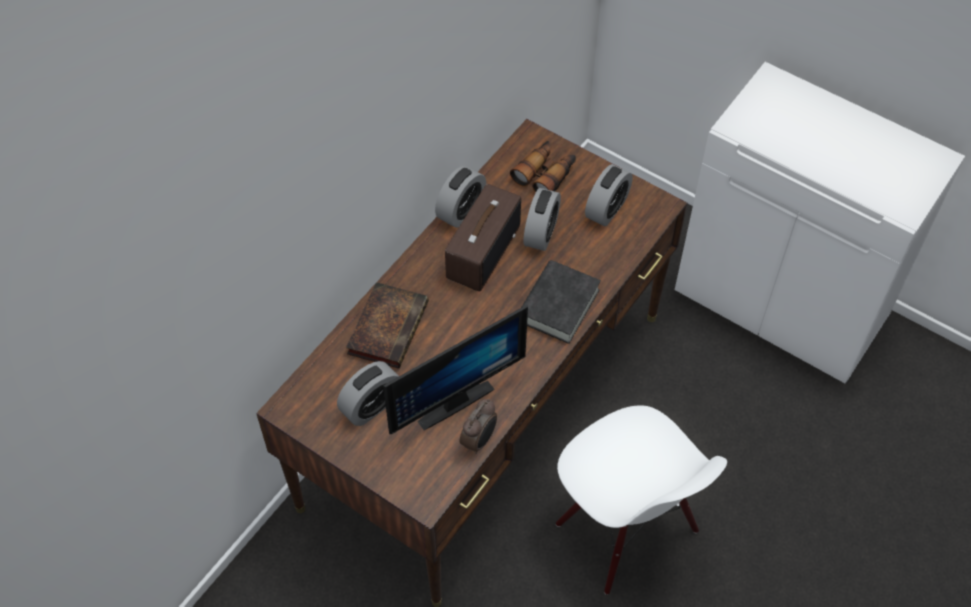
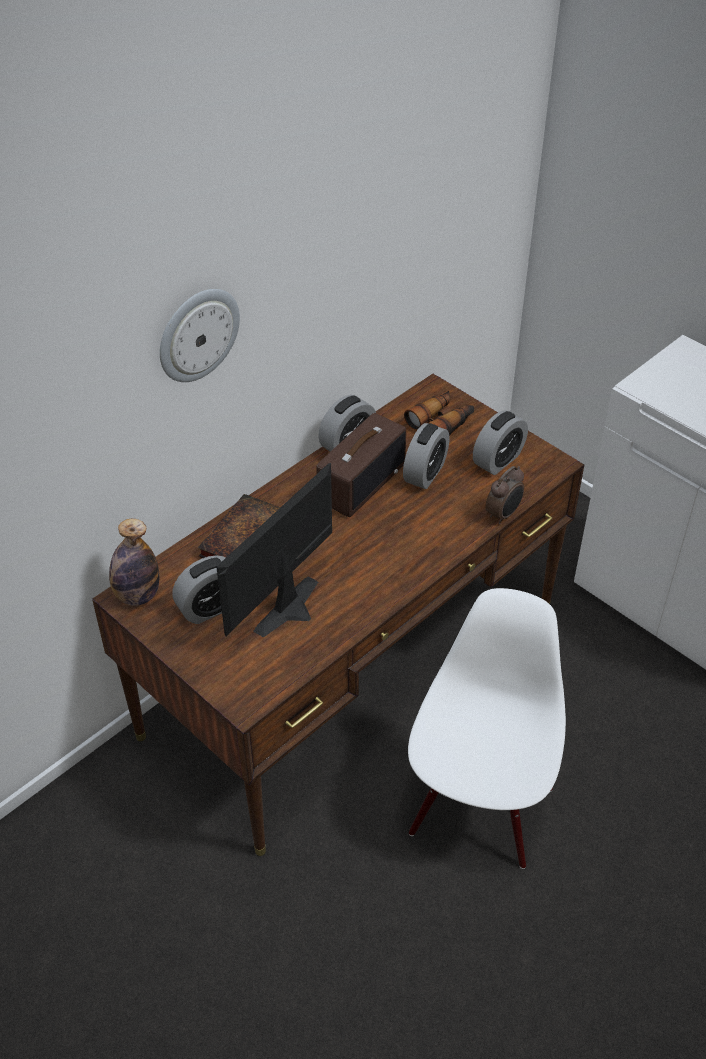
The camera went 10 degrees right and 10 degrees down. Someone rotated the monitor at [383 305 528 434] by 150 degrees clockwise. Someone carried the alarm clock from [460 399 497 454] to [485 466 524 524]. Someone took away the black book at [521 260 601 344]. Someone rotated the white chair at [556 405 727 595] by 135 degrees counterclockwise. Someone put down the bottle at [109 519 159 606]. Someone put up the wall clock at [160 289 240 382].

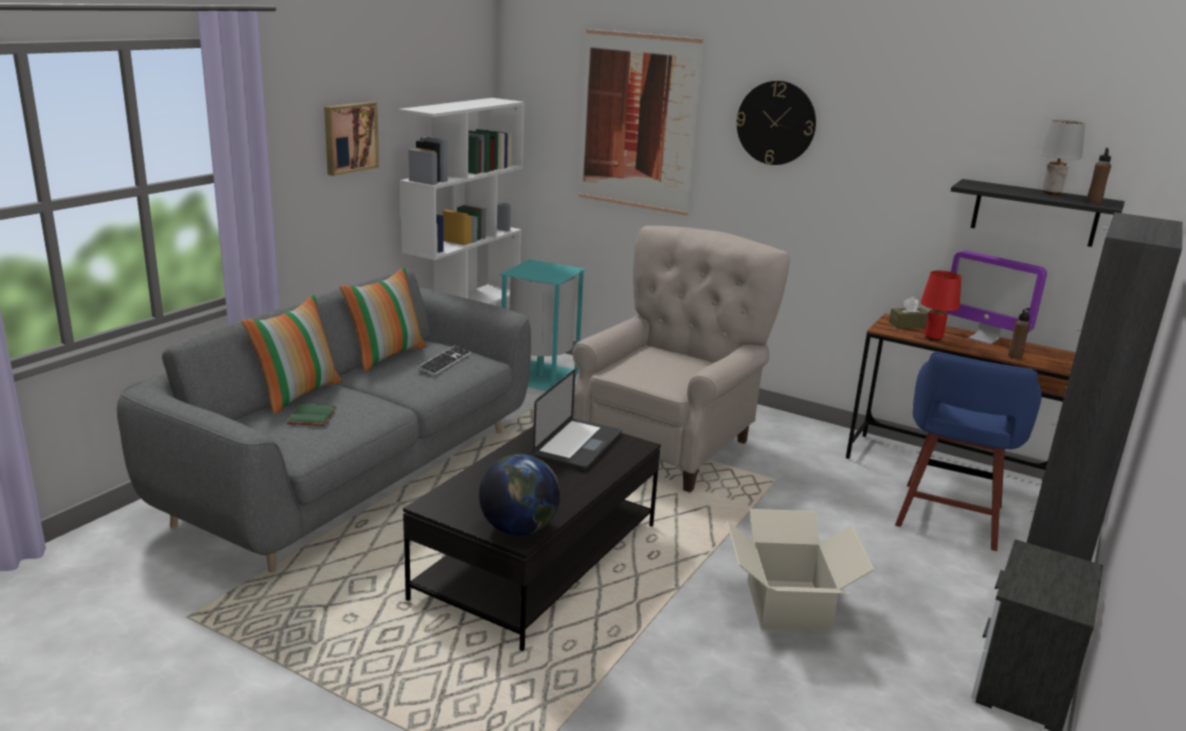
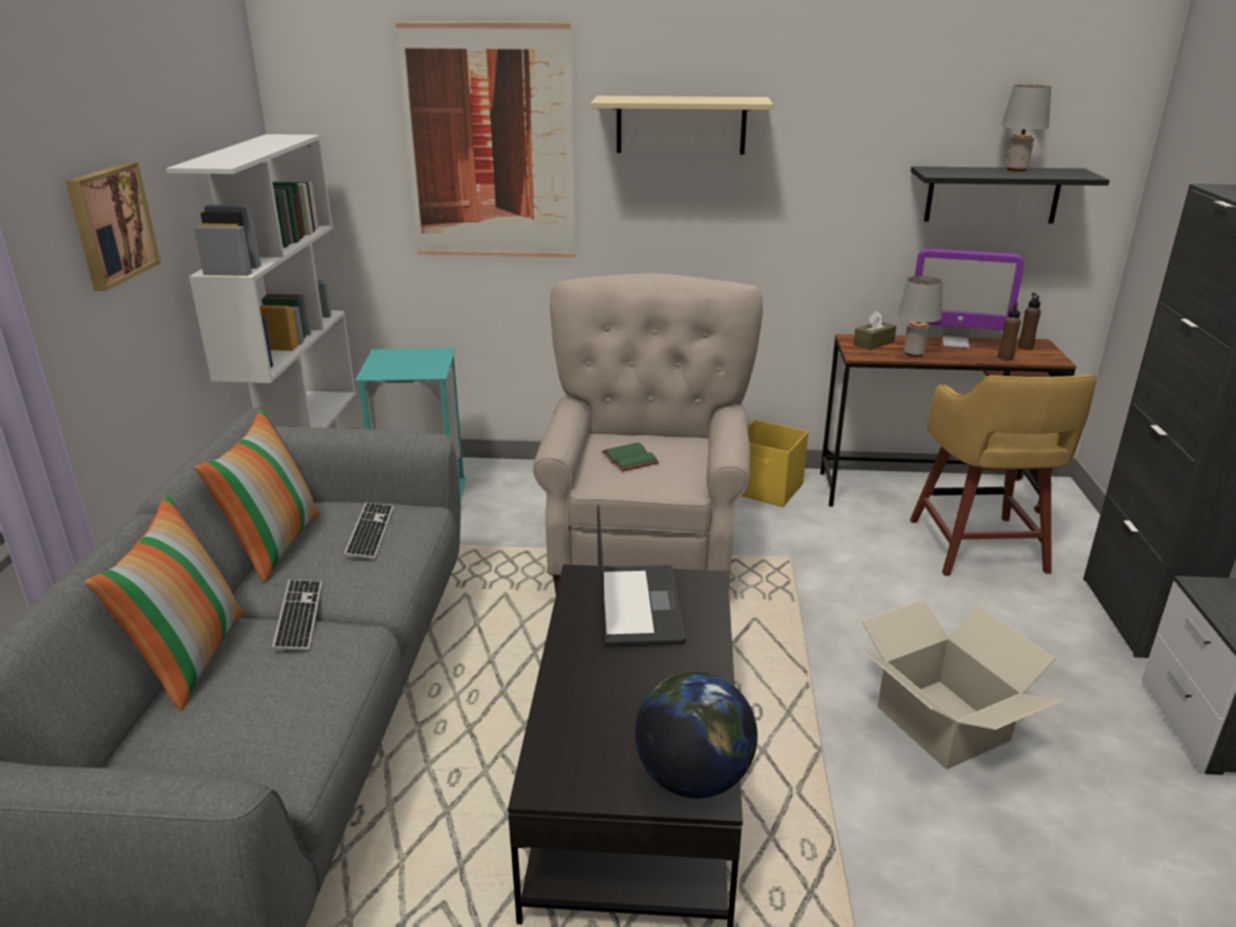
The camera went 25 degrees left and 5 degrees up. Someone carried the green book from [287 404 337 426] to [602 443 659 471]. Someone swapped the wall clock at [736 81 816 165] for the beige shelf at [591 96 773 154]. Someone repainted the blue stool at [895 352 1042 551], which became the yellow stool at [910 374 1097 576]. Someone repainted the red table lamp at [921 271 961 341], which became the grey table lamp at [898 276 943 357]. Someone carried the brown bottle from [1086 148 1111 204] to [1018 293 1041 350]. Someone put down the keyboard at [272 580 322 651]. Someone put down the yellow storage box at [742 419 808 507].

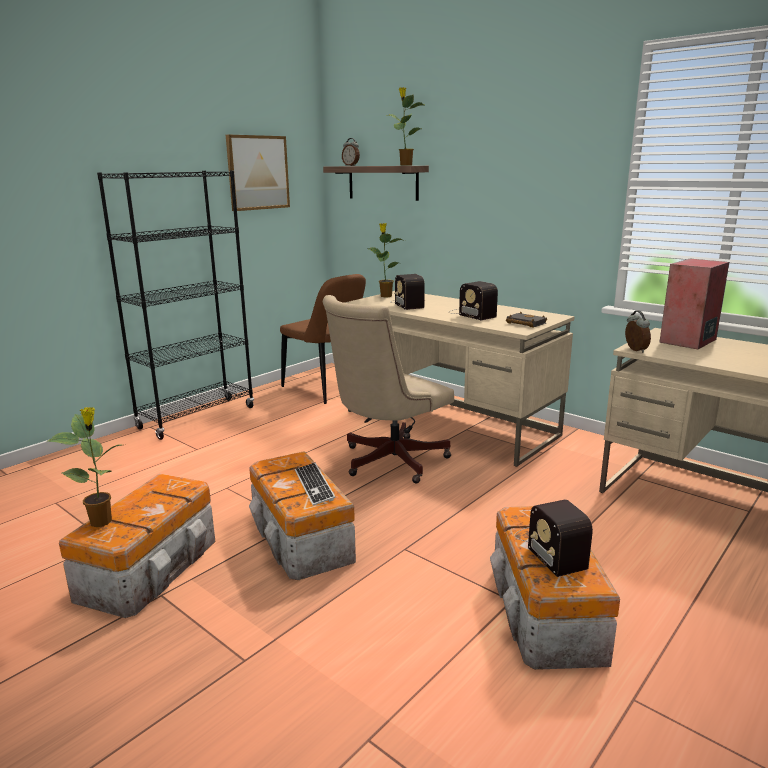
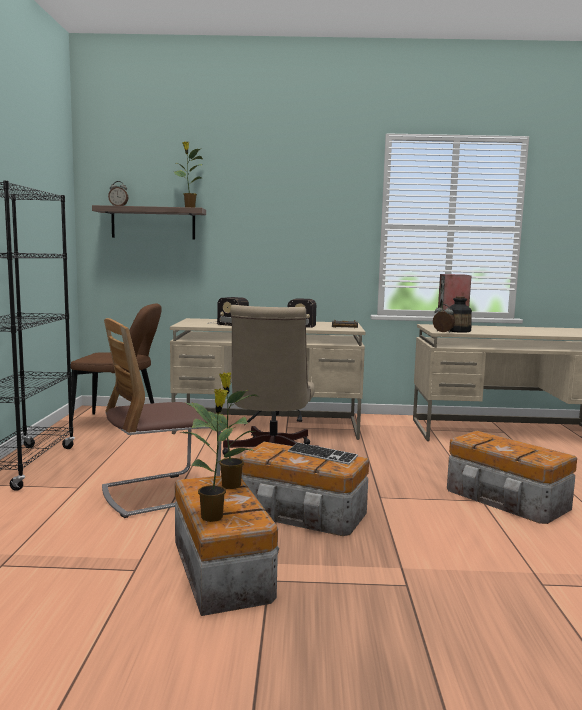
The camera went 40 degrees left and 10 degrees down. Someone took away the picture at [226 135 290 211]. Someone carried the potted plant from [368 223 405 297] to [208 372 261 489]. Someone took away the radio at [514 500 593 577]. Someone put down the chair at [102 318 221 518]. Someone put down the bottle at [449 296 472 333].

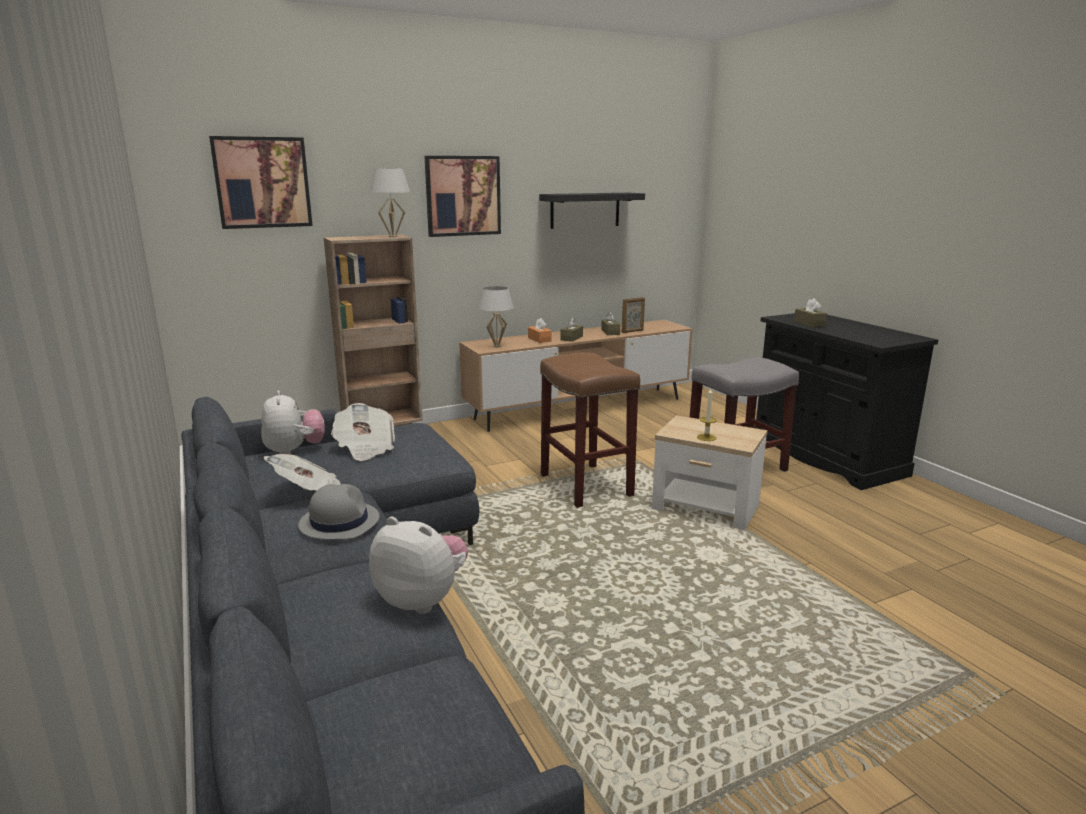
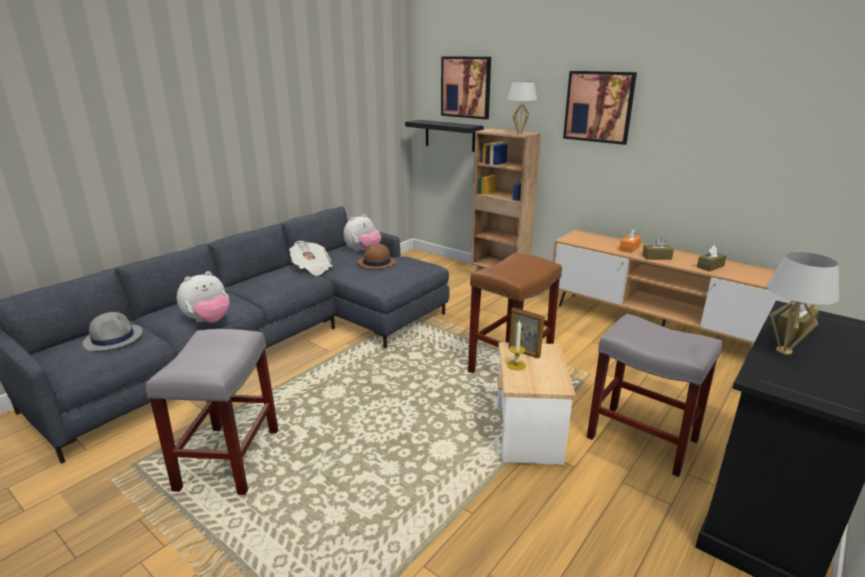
The camera went 65 degrees right and 5 degrees up. Someone carried the grey hat from [298 484 380 539] to [83 312 142 351]. Someone swapped the newspaper at [331 403 395 461] for the brown hat at [357 244 396 269]. Someone rotated the plush toy at [369 517 468 614] by 45 degrees clockwise. Someone carried the white table lamp from [479 286 514 347] to [767 252 839 355]. Someone carried the black shelf from [539 193 645 229] to [405 120 483 152]. Someone carried the picture frame from [622 297 645 333] to [509 307 545 359]. Someone put down the grey stool at [146 329 278 495].

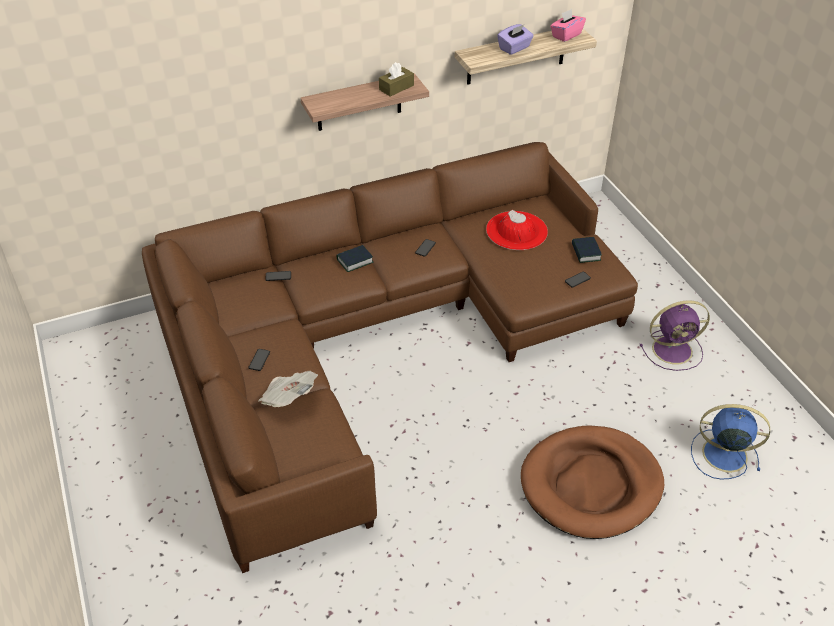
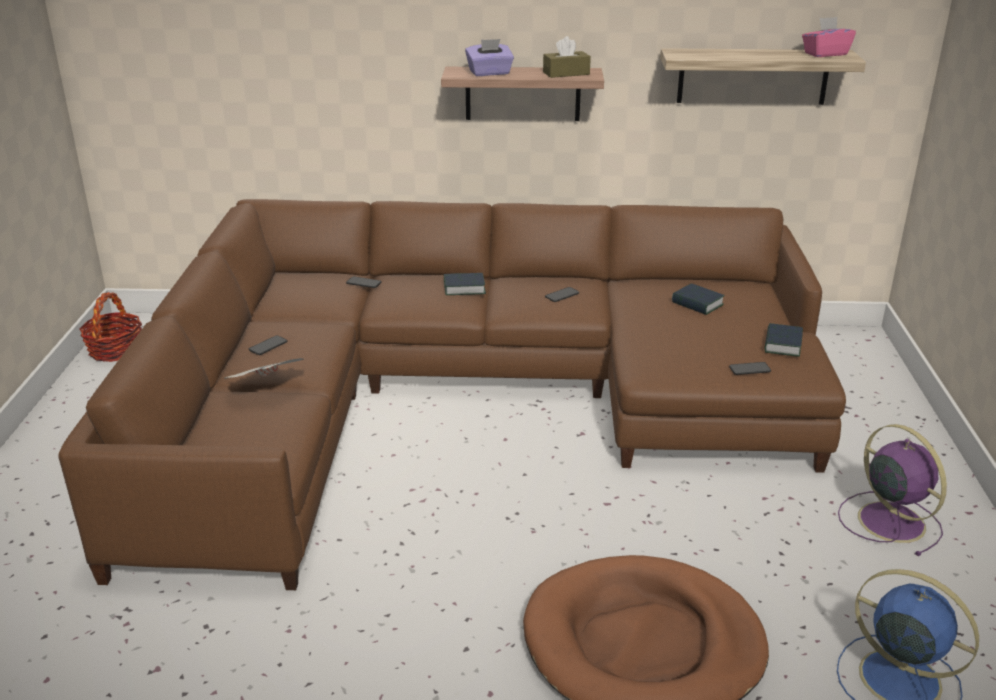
The camera went 25 degrees right and 15 degrees down. Someone swapped the red hat at [486 210 548 250] for the book at [672 283 725 315]. Someone carried the purple tissue box from [497 24 534 55] to [465 39 514 76]. Someone rotated the purple fan at [640 300 710 371] by 135 degrees counterclockwise. Someone put down the basket at [79 292 142 362].

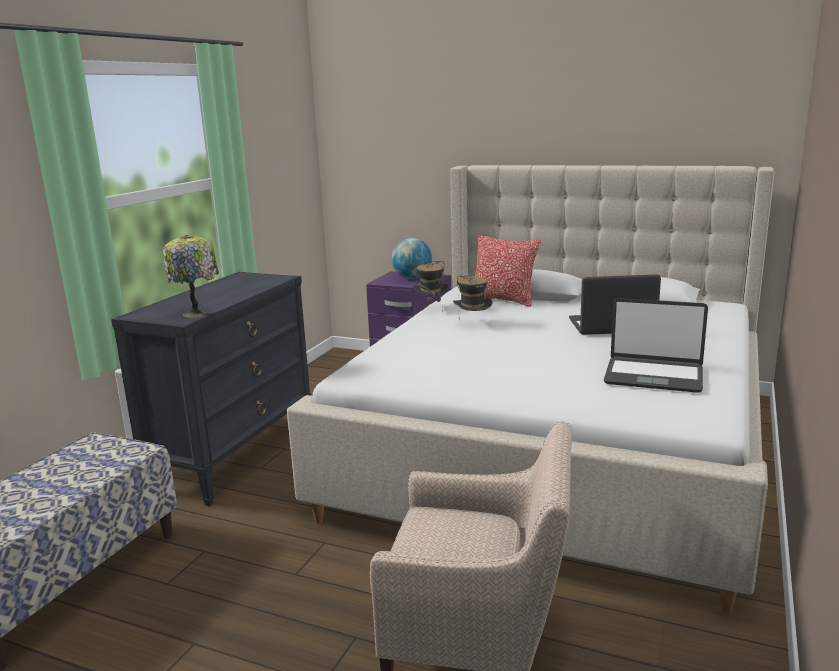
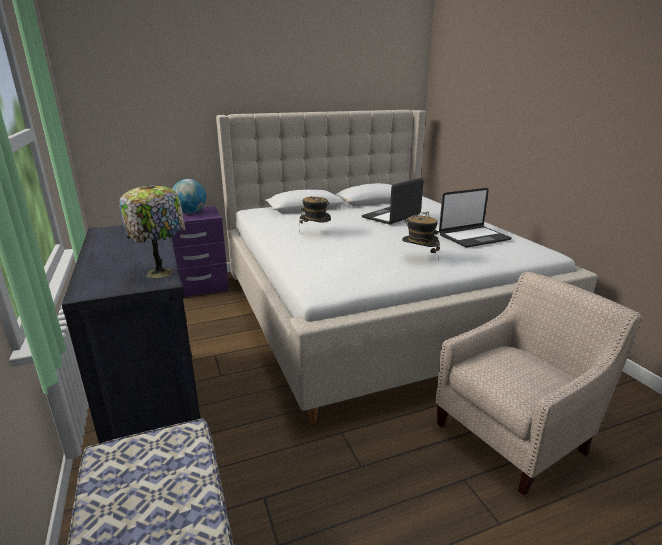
The camera went 45 degrees left and 5 degrees up. Someone carried the hat from [413 261 449 313] to [402 212 440 260]. Someone took away the pillow at [475 235 541 307].

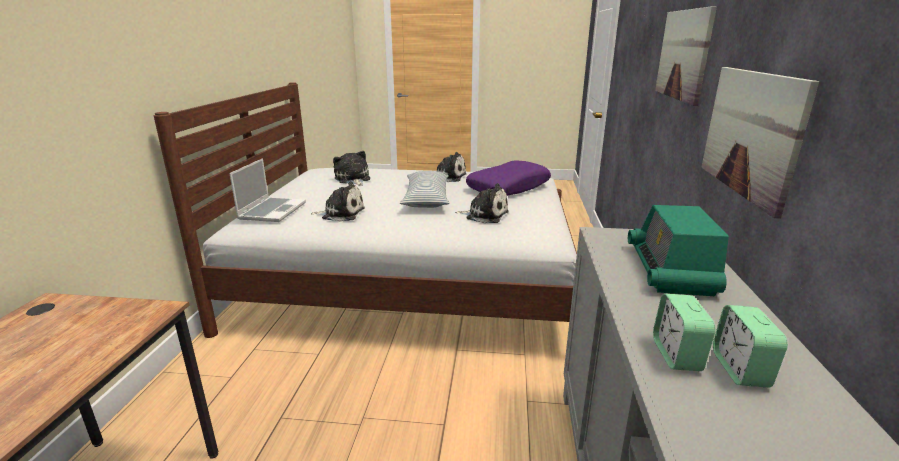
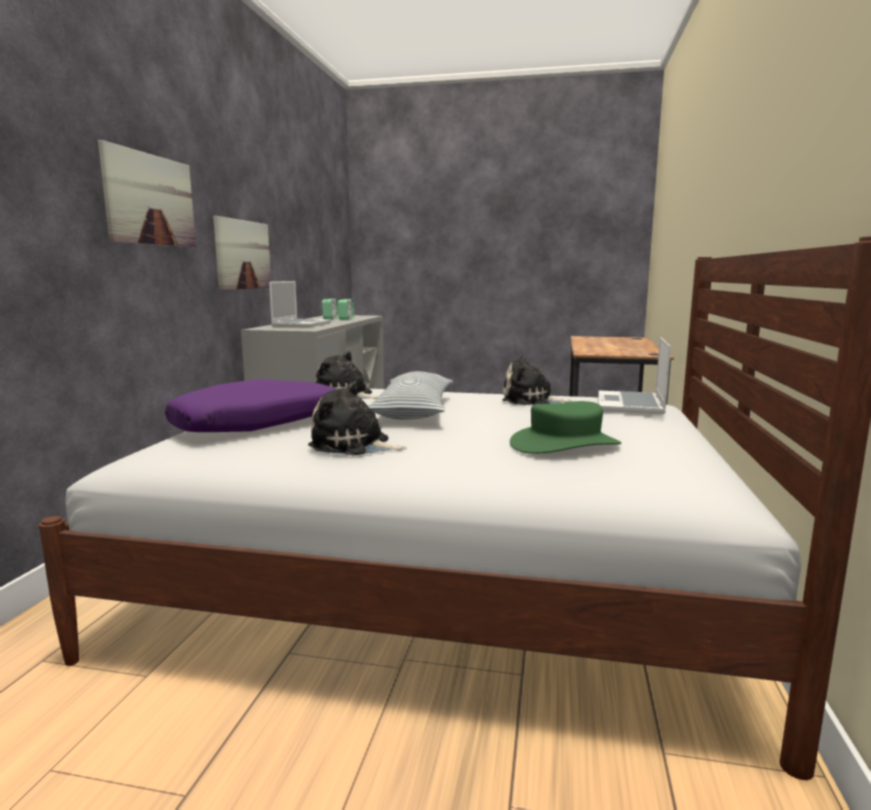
The camera went 175 degrees left and 10 degrees down. Someone swapped the plush toy at [333 151 370 186] for the green hat at [510 401 622 454]. Someone swapped the radio at [628 205 729 296] for the laptop at [269 281 331 328].

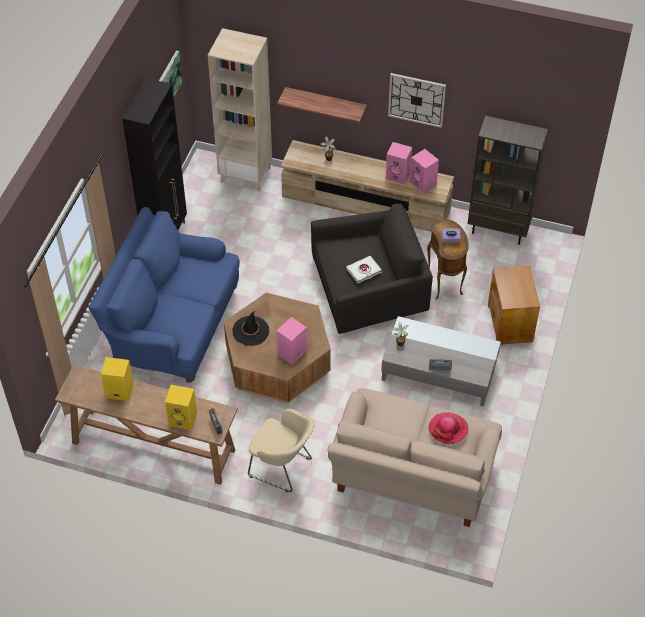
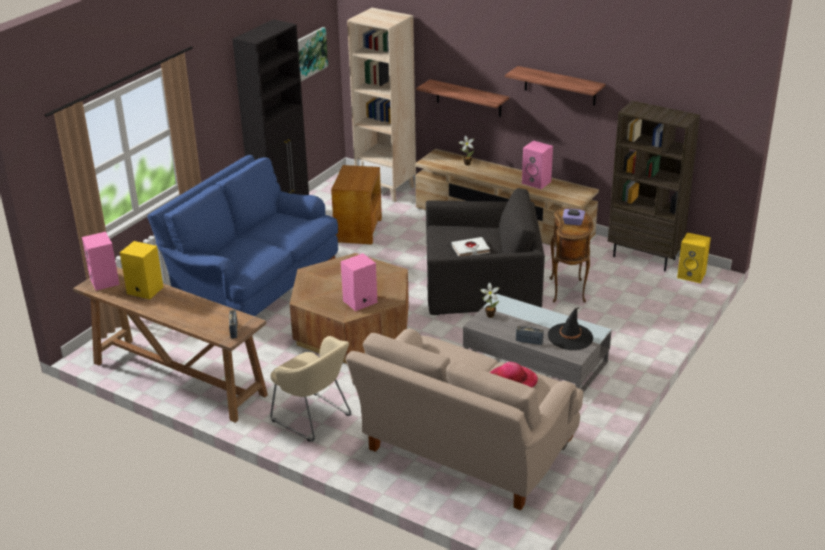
The camera went 15 degrees right and 20 degrees down. Someone carried the yellow speaker from [165 385 197 430] to [677 233 711 283]. Someone carried the black hat from [232 311 269 346] to [548 307 593 350]. Someone swapped the wall clock at [388 73 446 128] for the shelf at [505 66 605 105]. Someone carried the pink speaker from [410 149 439 194] to [82 232 120 291]. Someone carried the brown side table from [488 266 540 345] to [331 165 382 244].

